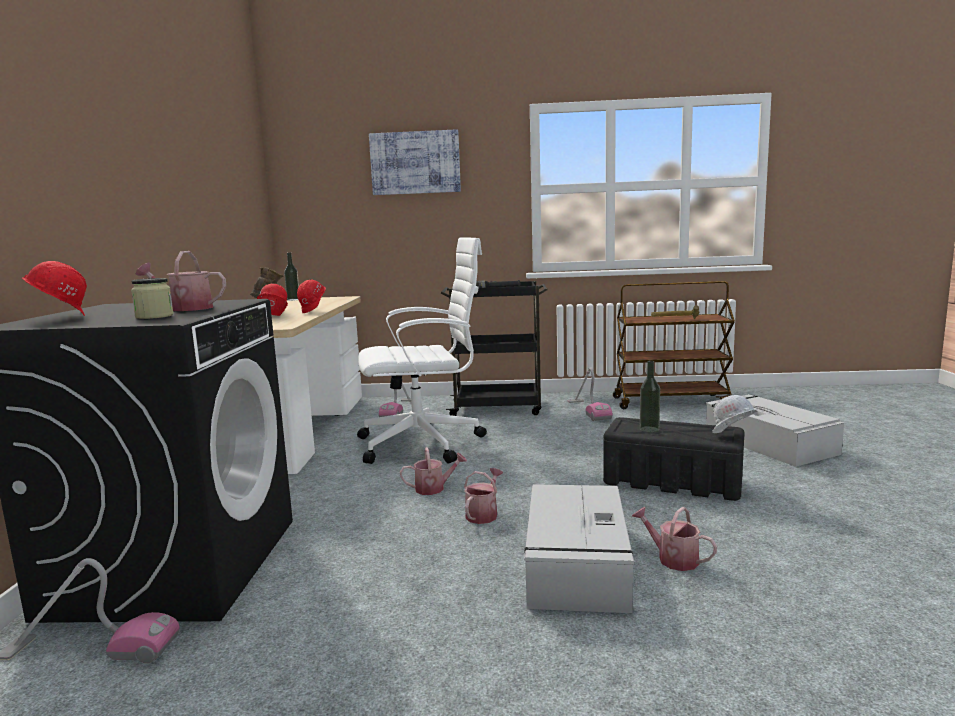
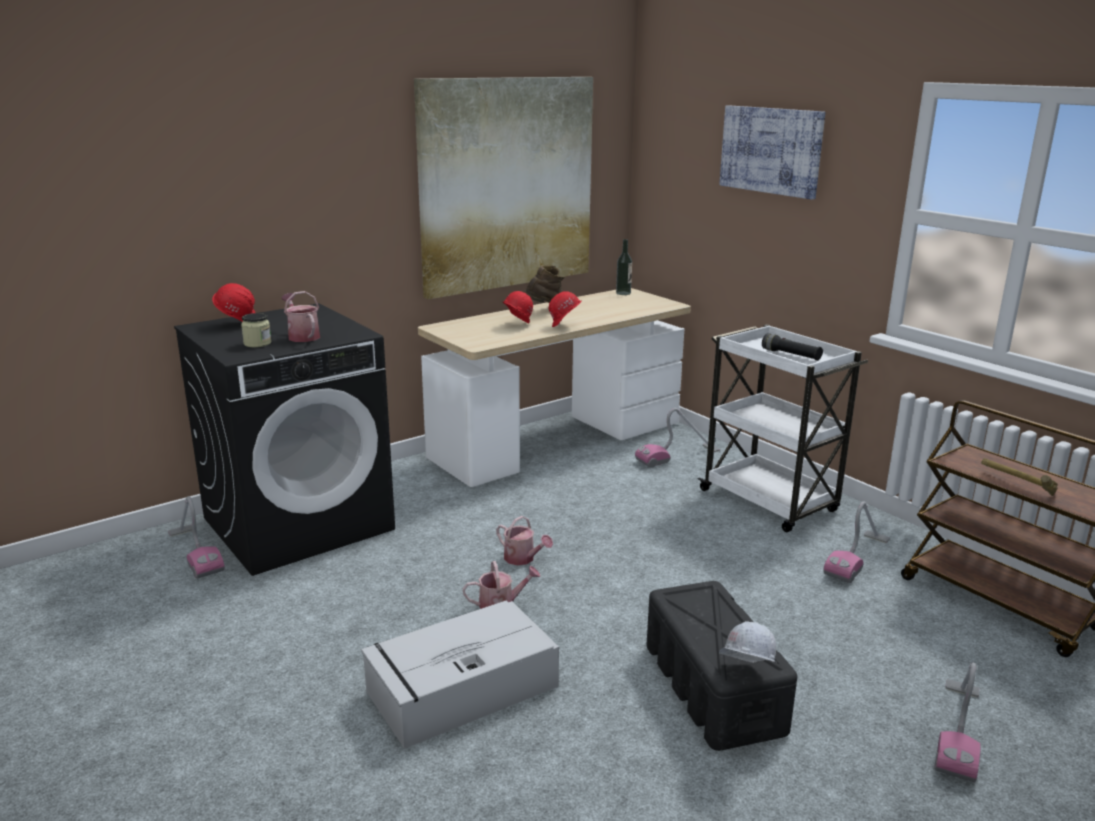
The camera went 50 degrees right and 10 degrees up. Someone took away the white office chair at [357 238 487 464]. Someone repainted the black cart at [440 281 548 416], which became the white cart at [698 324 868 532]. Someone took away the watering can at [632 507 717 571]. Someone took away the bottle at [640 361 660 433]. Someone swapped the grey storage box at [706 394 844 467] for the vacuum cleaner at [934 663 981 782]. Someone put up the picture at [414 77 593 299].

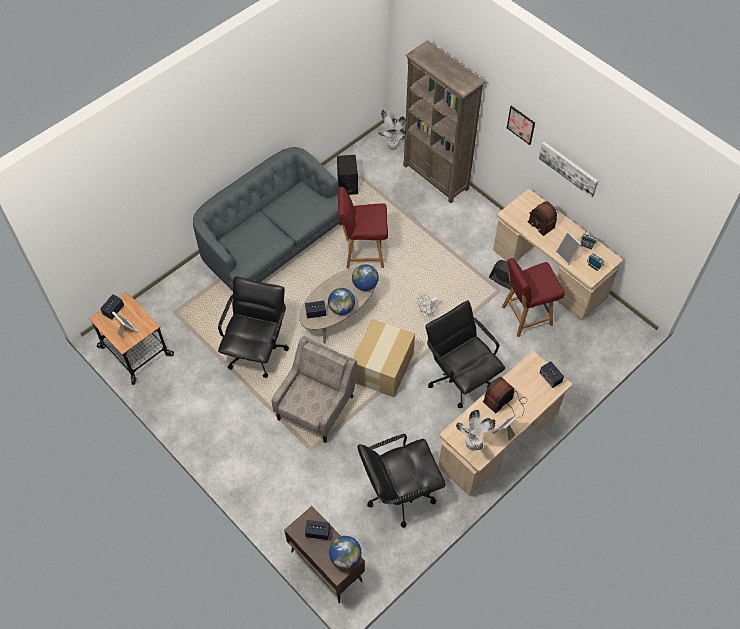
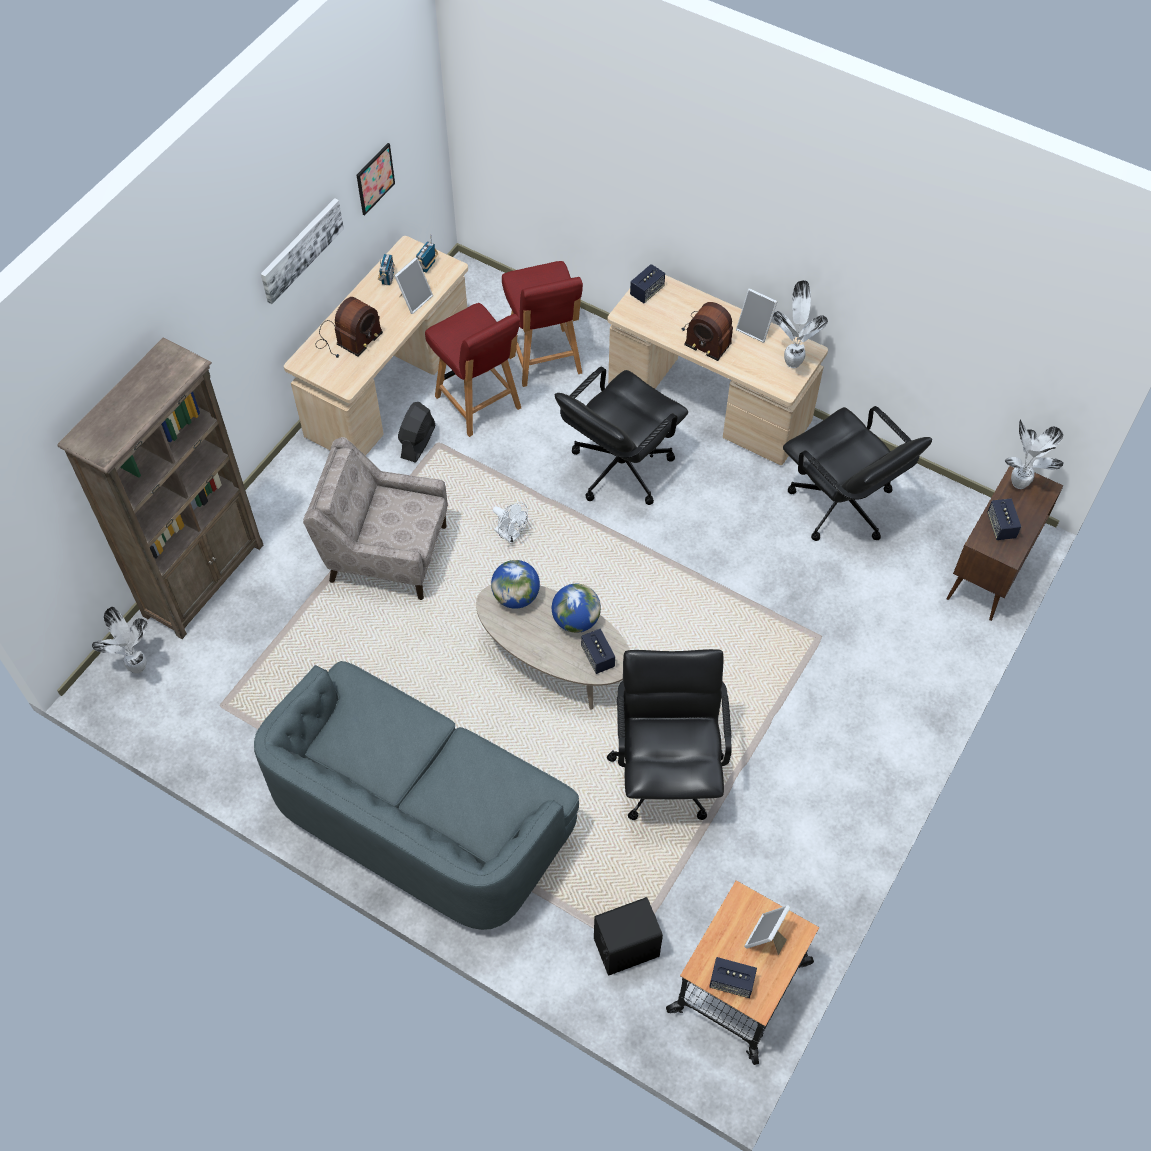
The camera went 105 degrees left and 0 degrees up. Someone rotated the black office chair at [218 276 289 378] by 90 degrees clockwise. Someone carried the beige armchair from [272 336 357 443] to [303 437 448 600]. Someone swapped the globe at [329 536 361 569] for the potted plant at [1005 419 1064 489]. Someone carried the black speaker from [337 155 358 195] to [594 897 663 976]. Someone carried the red chair from [338 187 388 269] to [502 261 583 387]. Someone took away the cardboard box at [353 319 415 397]. Someone carried the picture from [507 106 535 145] to [356 143 395 215].

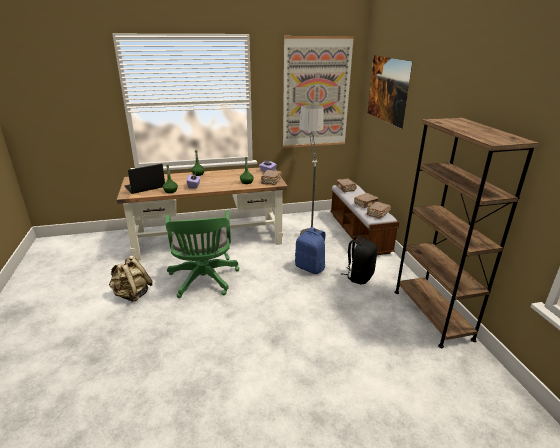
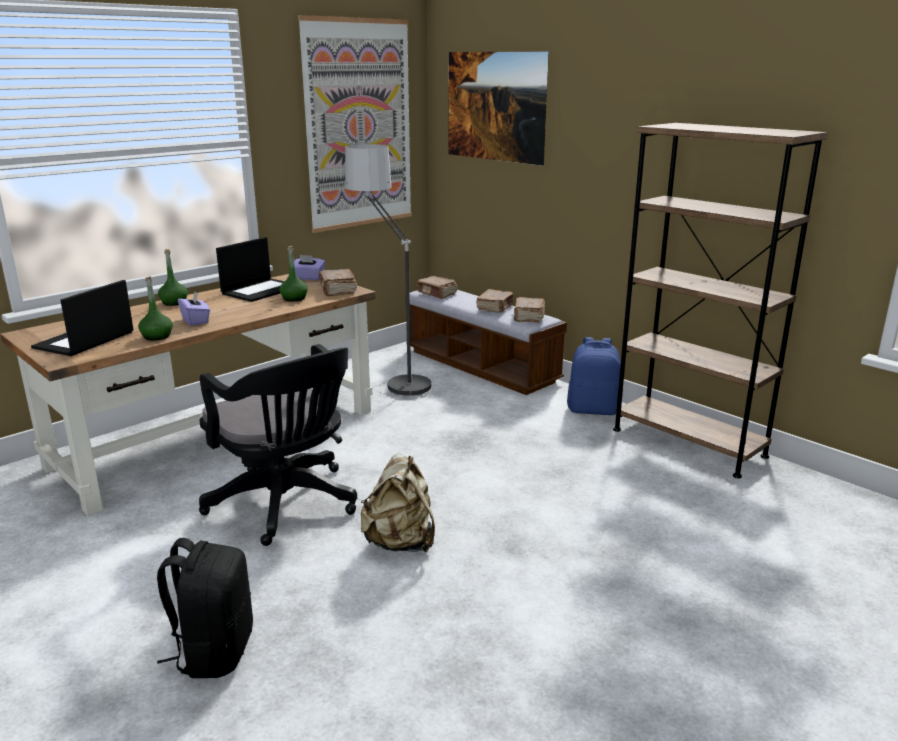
The camera went 30 degrees left and 5 degrees down. Someone carried the beige backpack from [109 255 153 302] to [361 454 435 552]. Someone repainted the green office chair at [166 210 239 298], which became the black office chair at [199 344 357 546]. Someone carried the blue backpack from [295 227 325 274] to [567 337 620 415]. Someone carried the black backpack from [343 235 378 284] to [157 538 253 678]. Someone put down the laptop at [216 237 284 302].

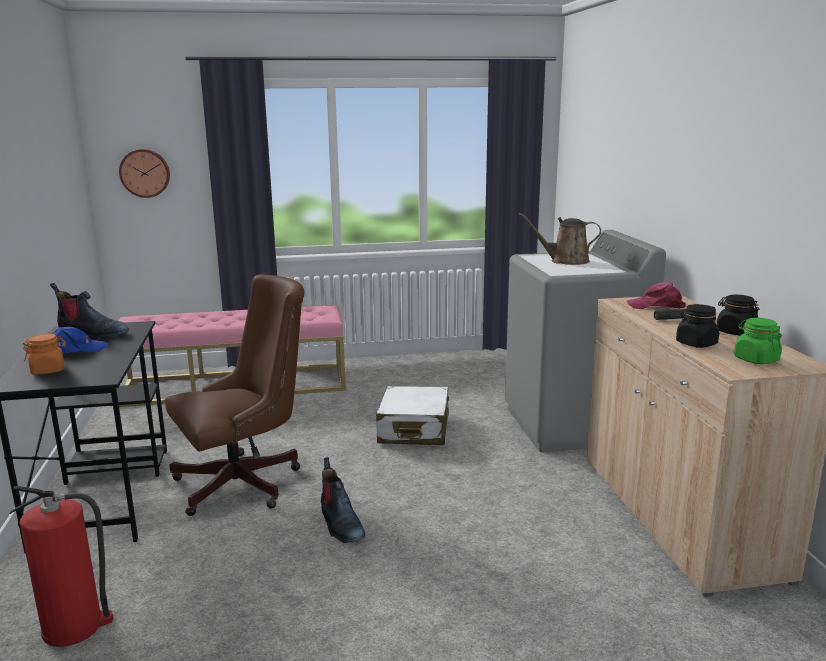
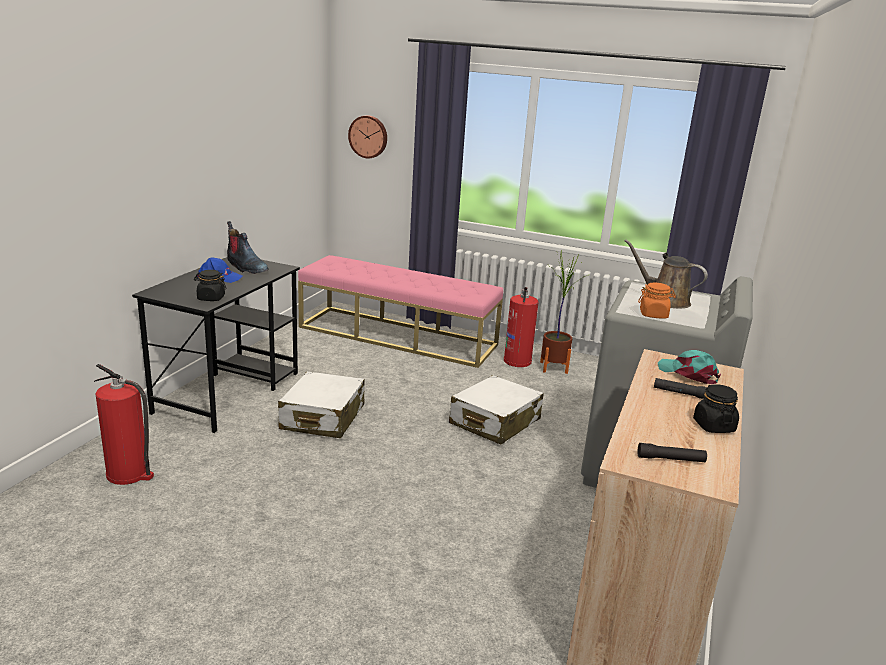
The camera went 30 degrees right and 5 degrees up. Someone carried the orange jar from [23 334 66 375] to [638 283 676 319]. Someone swapped the brown office chair at [165 274 305 516] for the white suitcase at [278 371 365 438]. Someone took away the boot at [321 457 365 543]. Someone repainted the pink cap at [626 282 685 309], which became the turquoise cap at [658 350 721 385]. Someone carried the black jar from [676 304 719 348] to [194 270 226 301]. Someone swapped the green jar at [734 318 782 364] for the black flashlight at [638 443 707 462]. Someone put down the fire extinguisher at [504 287 539 367]. Someone put down the potted plant at [540 250 587 374].

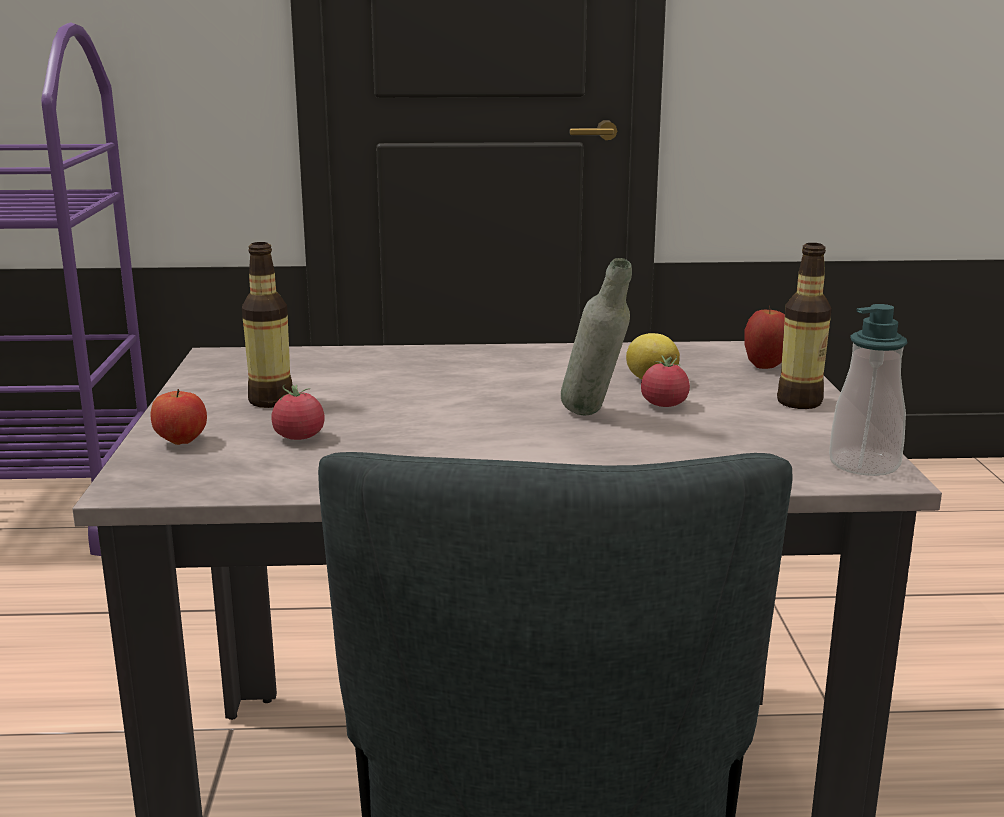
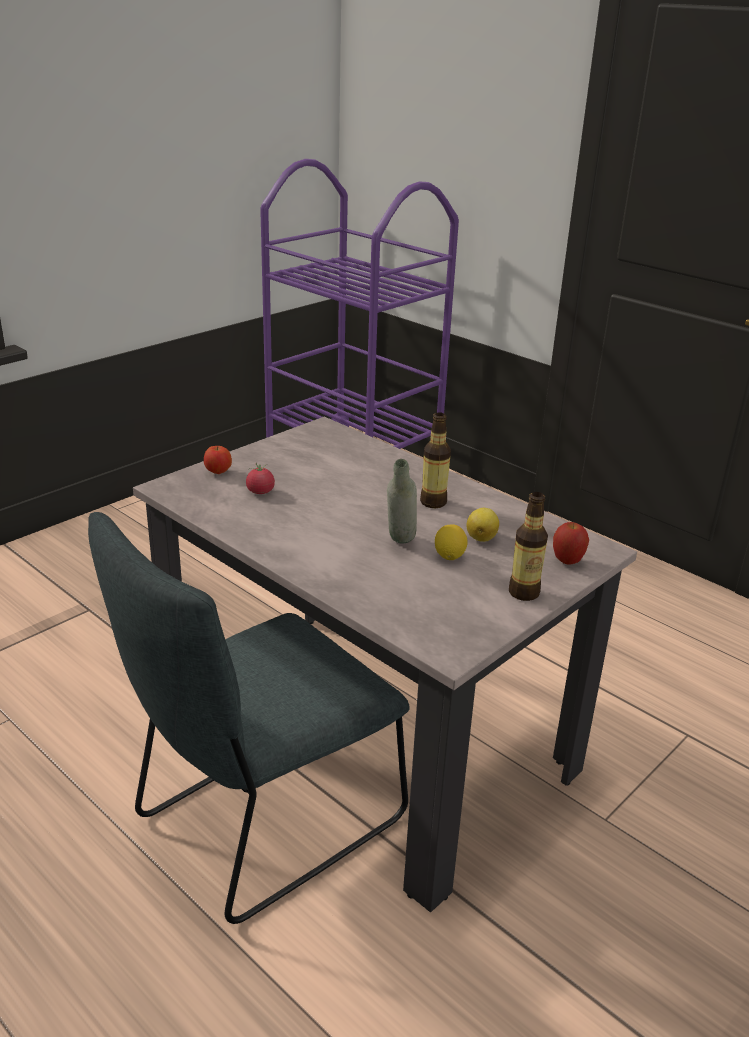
The camera went 45 degrees right and 10 degrees up. Someone carried the bottle from [242 242 293 408] to [420 412 451 508]. Someone swapped the tomato at [641 355 690 407] for the lemon at [435 524 468 560]. Someone took away the soap dispenser at [829 304 908 476].

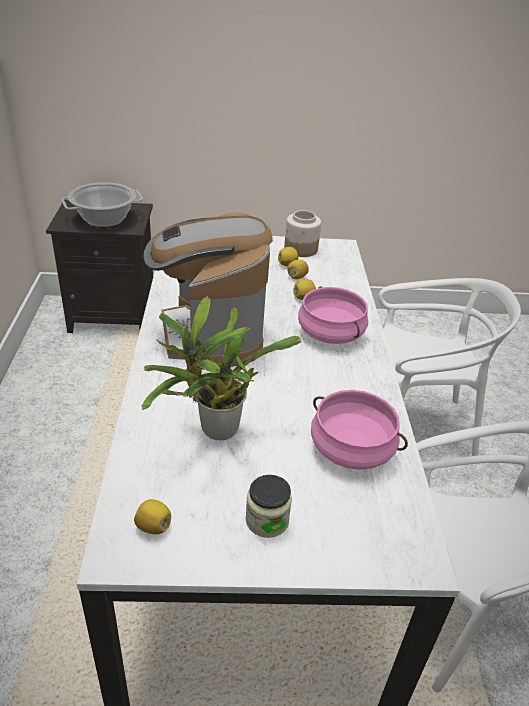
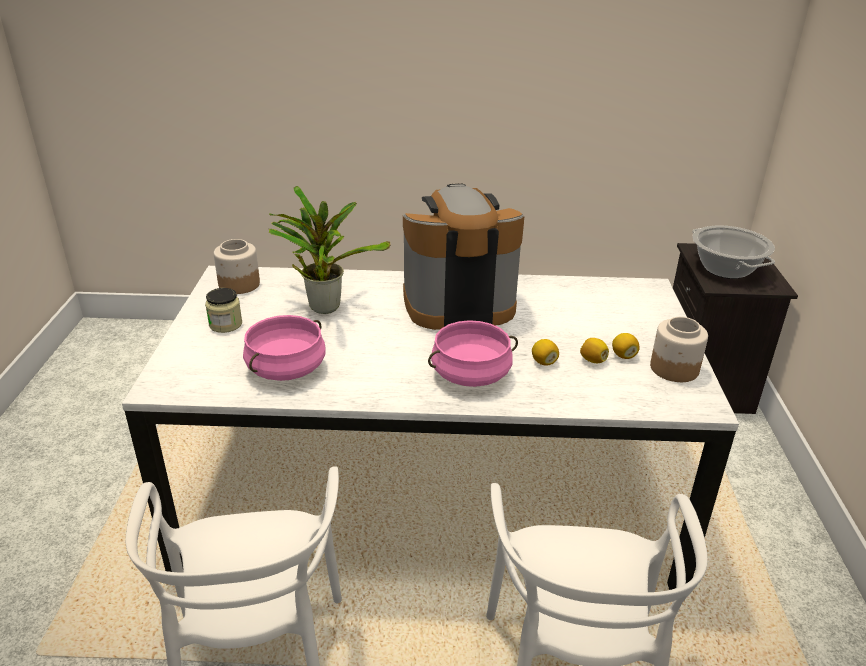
The camera went 95 degrees right and 5 degrees down. Someone swapped the lemon at [134 499 171 535] for the jar at [214 239 260 294].

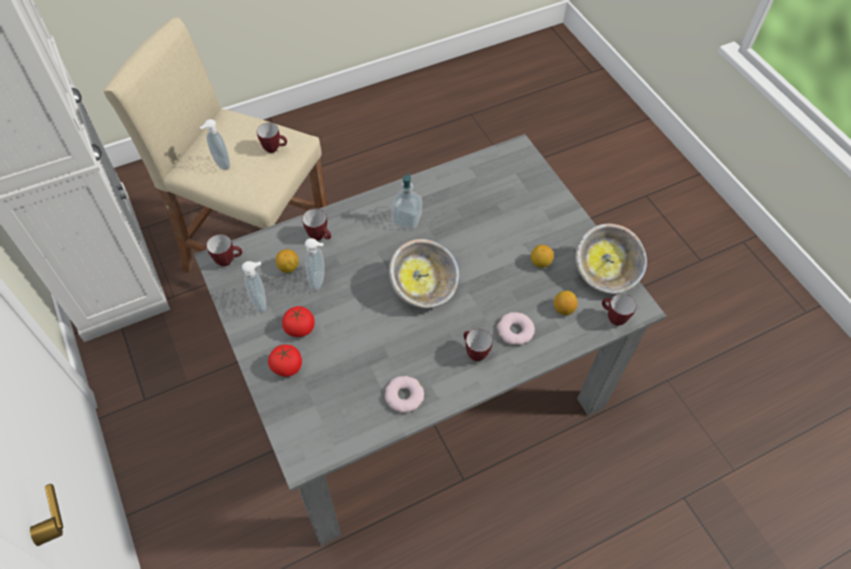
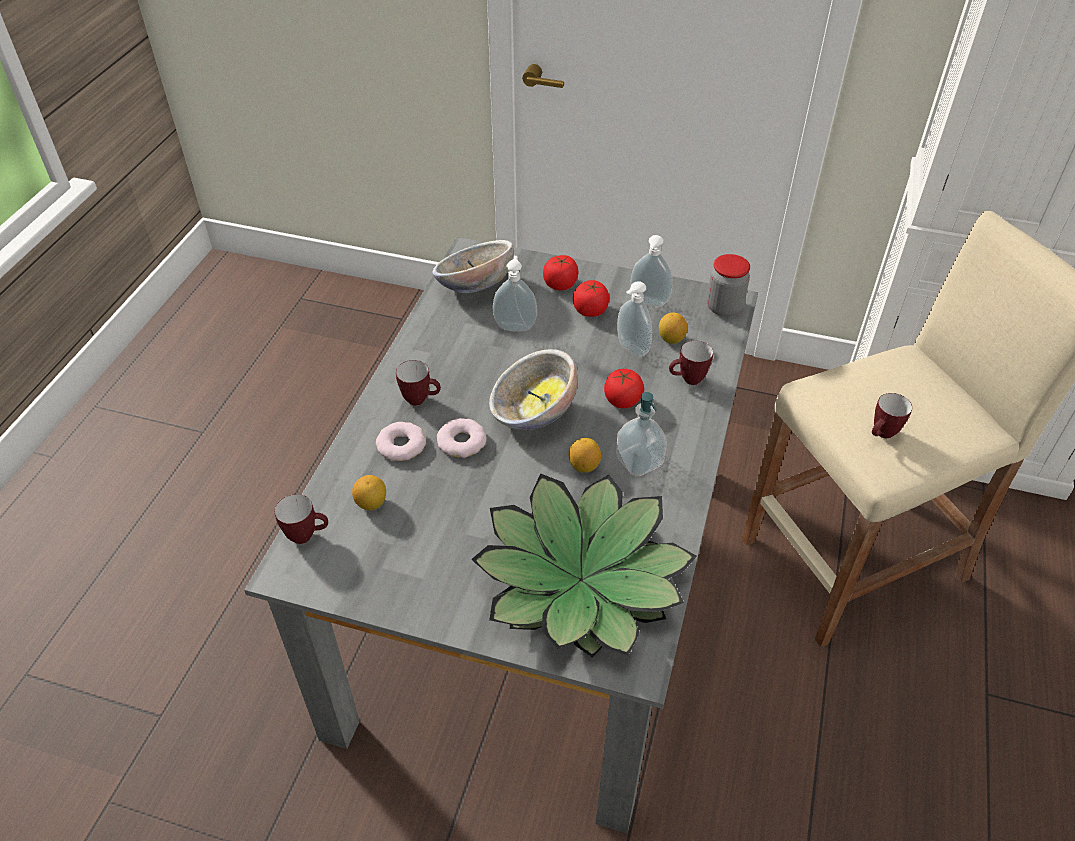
The camera went 135 degrees right and 10 degrees down. Someone carried the soap dispenser from [200 119 230 170] to [493 256 537 332]. Someone swapped the mug at [206 234 242 266] for the jar at [707 254 750 316]. Someone carried the donut from [385 376 424 413] to [437 418 486 458]. Someone carried the lemon from [531 245 554 268] to [569 438 601 472]. Someone carried the bowl from [575 224 647 294] to [432 240 514 293]. Someone put down the potted plant at [471 473 697 658]. Someone put down the tomato at [604 369 644 408].

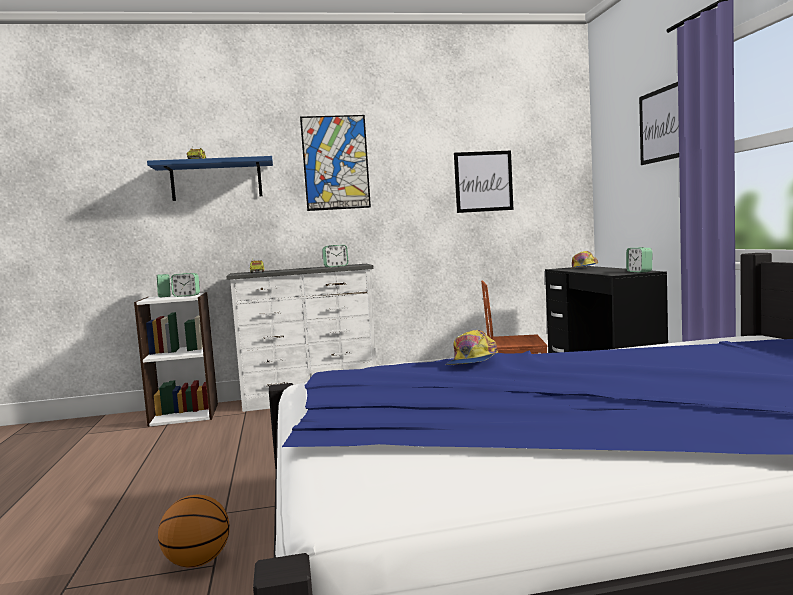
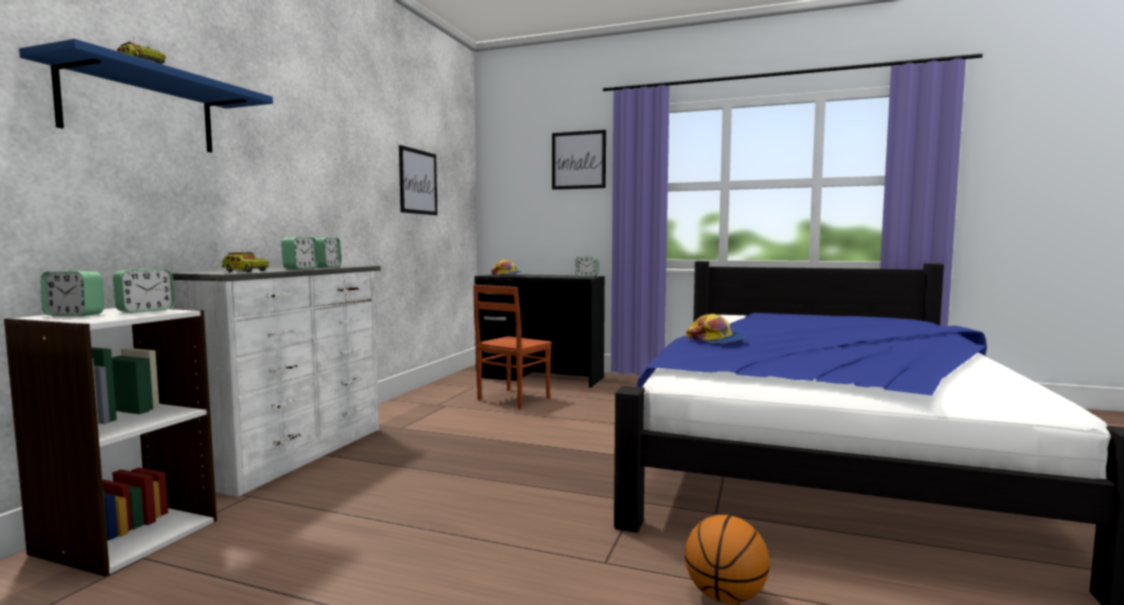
The camera went 60 degrees left and 0 degrees up. Someone took away the picture at [300 115 371 211]. Someone put down the alarm clock at [281 237 318 269].

